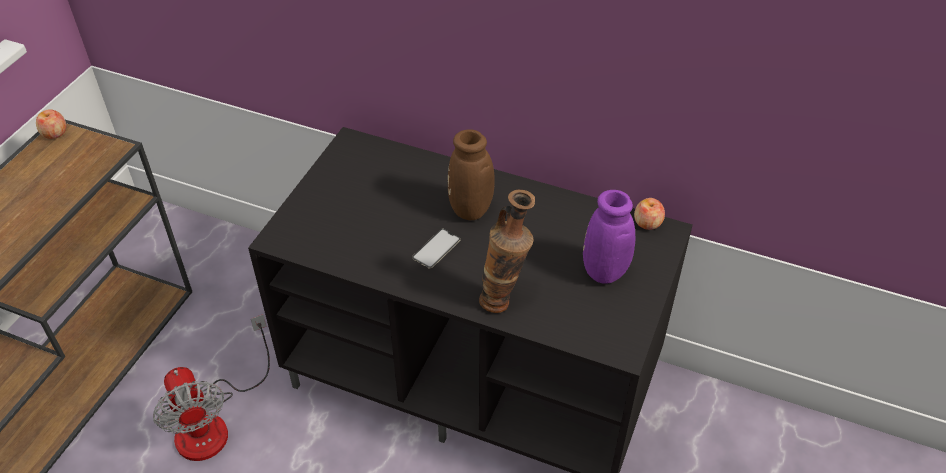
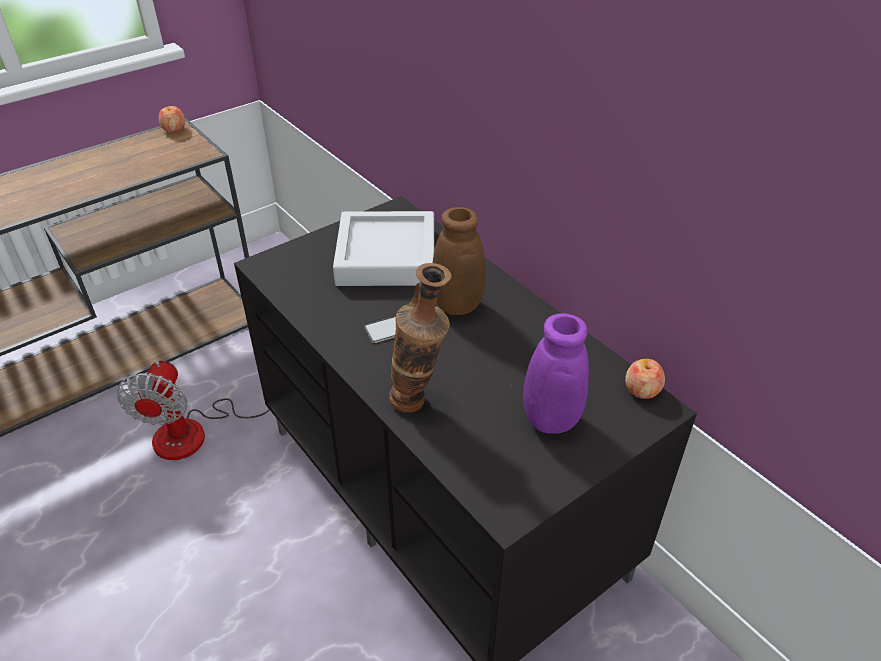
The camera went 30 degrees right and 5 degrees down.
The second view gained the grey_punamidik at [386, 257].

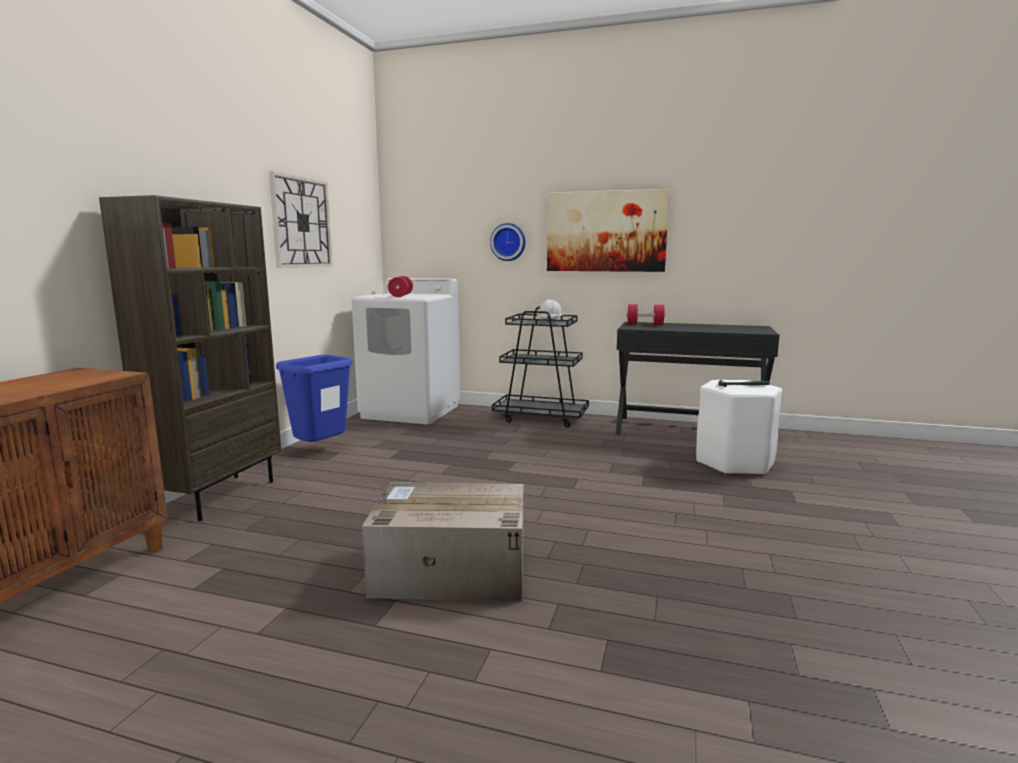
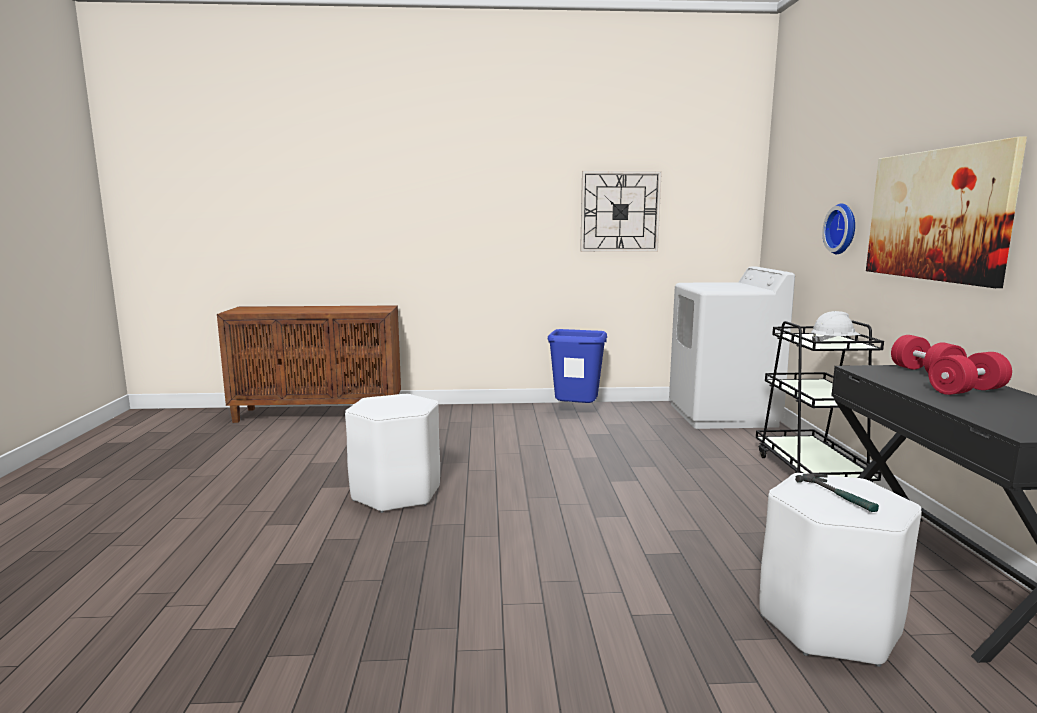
The camera went 70 degrees right and 0 degrees up.
The second view lost the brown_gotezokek at [219, 496].
Where the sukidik stood at [448, 570], the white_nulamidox came to stand at [396, 493].
The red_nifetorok ended up elsewhere, having gone from [401, 296] to [967, 391].

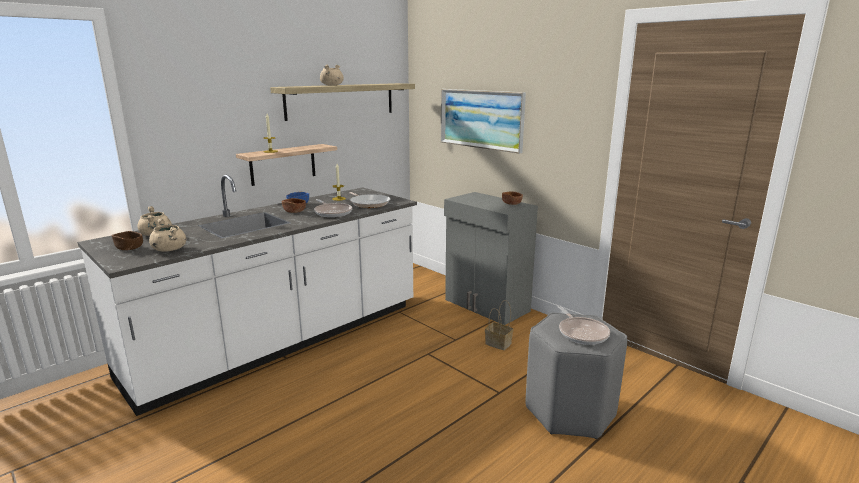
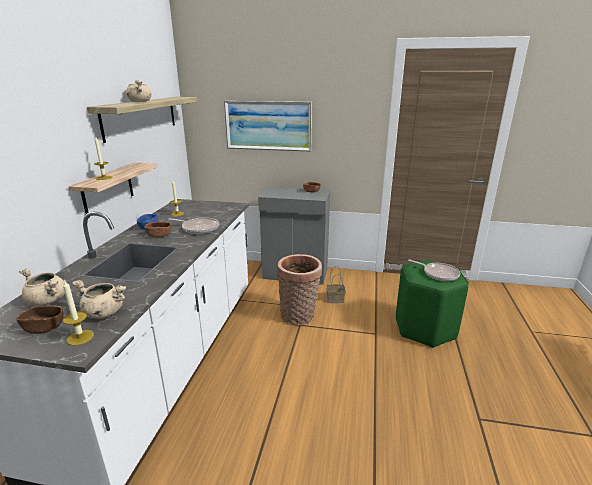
The camera went 35 degrees left and 5 degrees up.
The second view lost the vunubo at [369, 203].
What was the grey_nulamidox at [571, 412] turned into the green_nulamidox at [425, 328].
The second view gained the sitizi at [80, 337].
The second view gained the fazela at [299, 316].

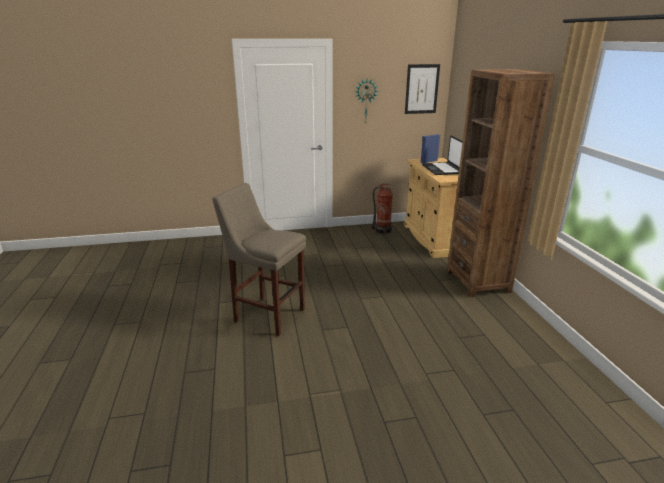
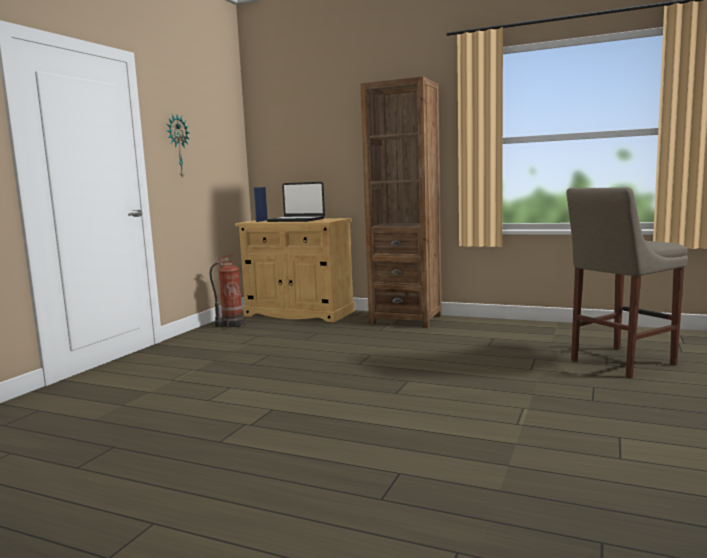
The camera went 55 degrees left and 15 degrees down.
The beige_nulamidox ended up elsewhere, having gone from [267, 314] to [618, 363].
The second view lost the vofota at [422, 89].

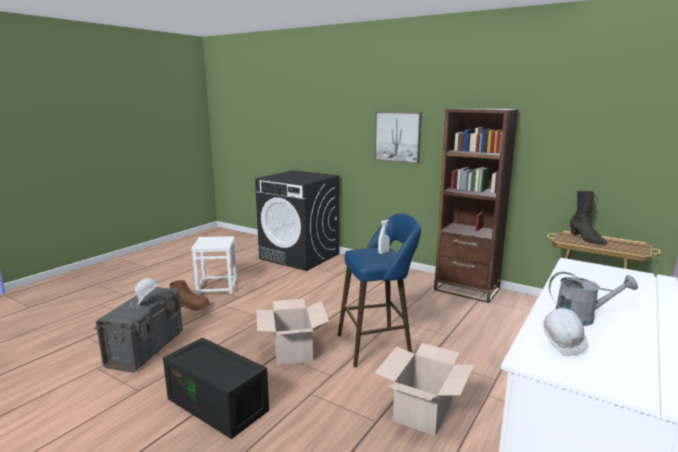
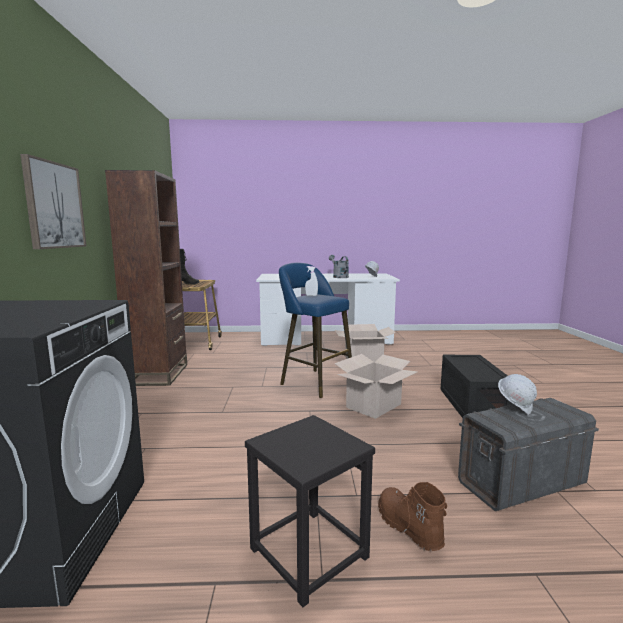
The camera went 125 degrees left and 5 degrees down.
What was the white_nulamidox at [217, 287] turned into the black_nulamidox at [308, 553].

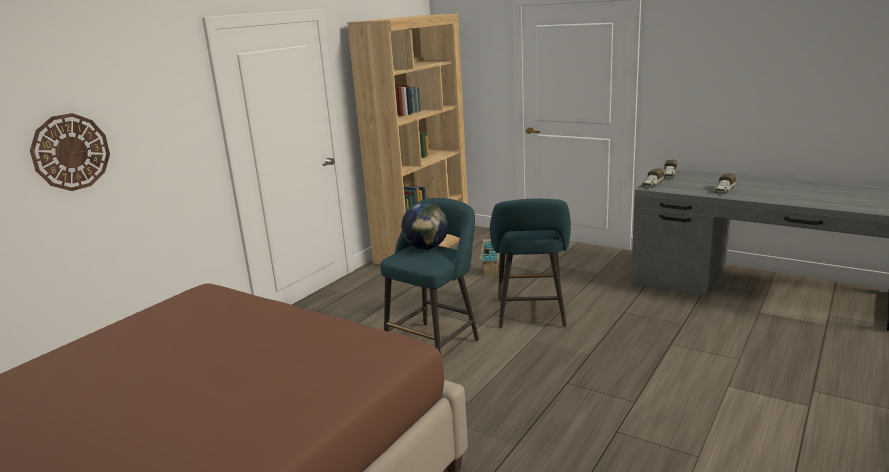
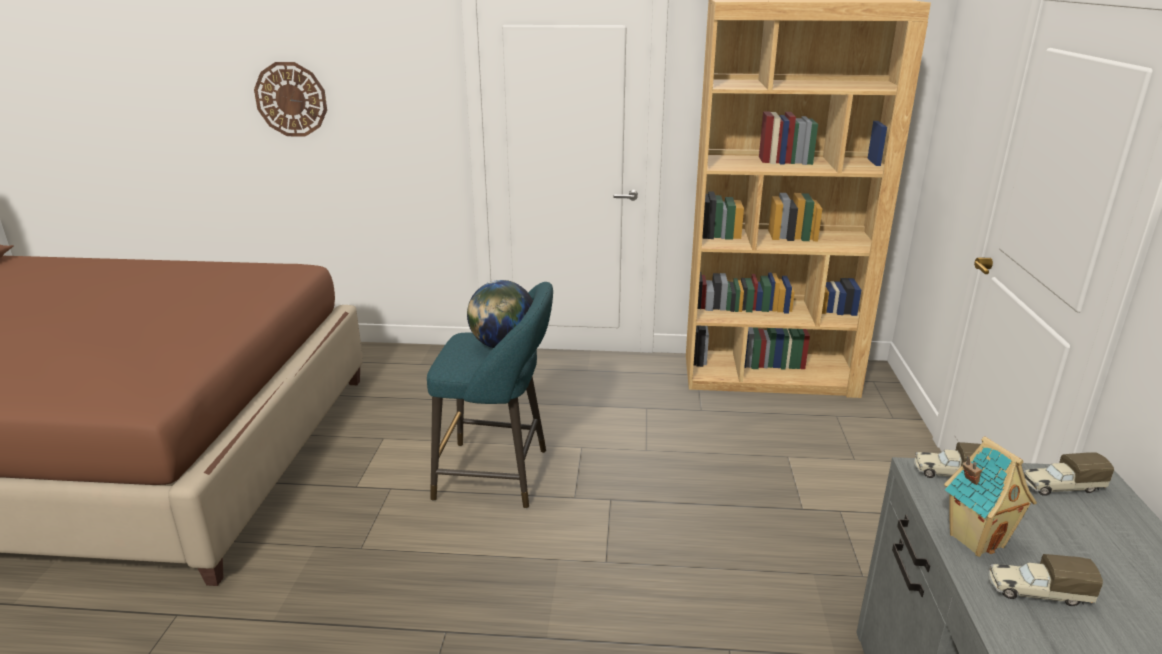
The camera went 60 degrees right and 5 degrees up.
The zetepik ended up elsewhere, having gone from [490, 273] to [975, 539].
The second view lost the turquoise_nulamidox at [531, 315].

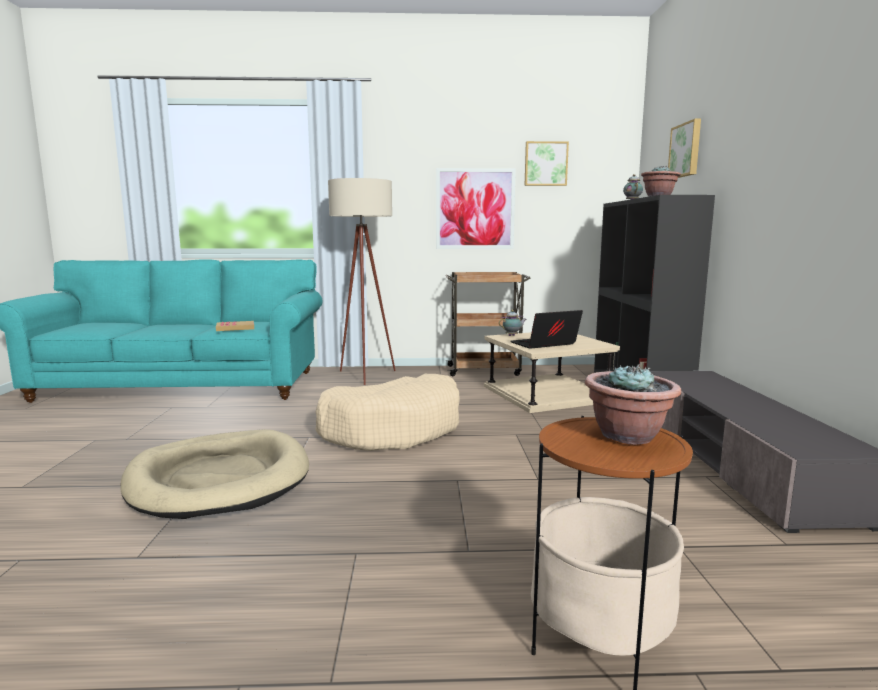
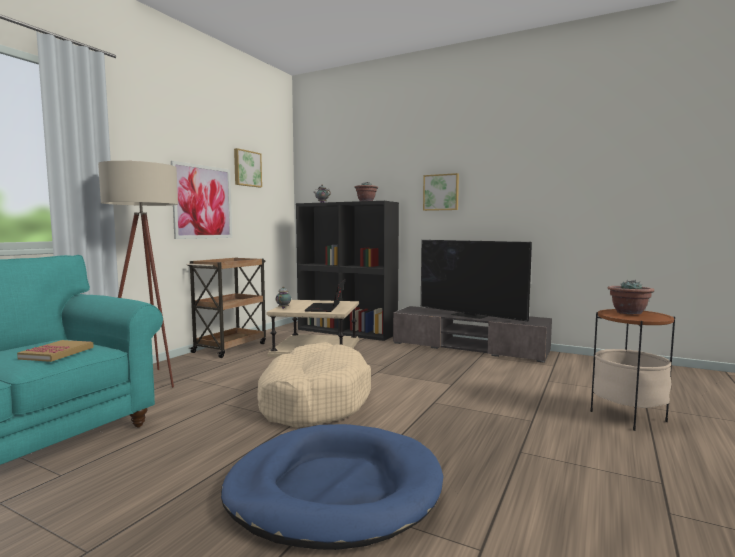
The camera went 60 degrees left and 5 degrees down.
What was the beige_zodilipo at [219, 479] turned into the blue_zodilipo at [334, 489].
The vofota ended up elsewhere, having gone from [686, 150] to [441, 192].
The second view gained the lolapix at [470, 315].

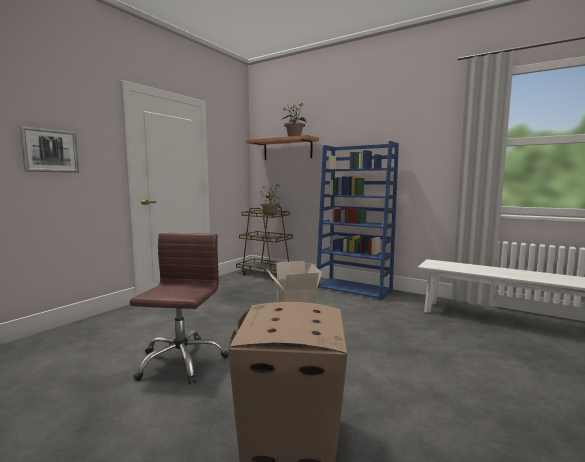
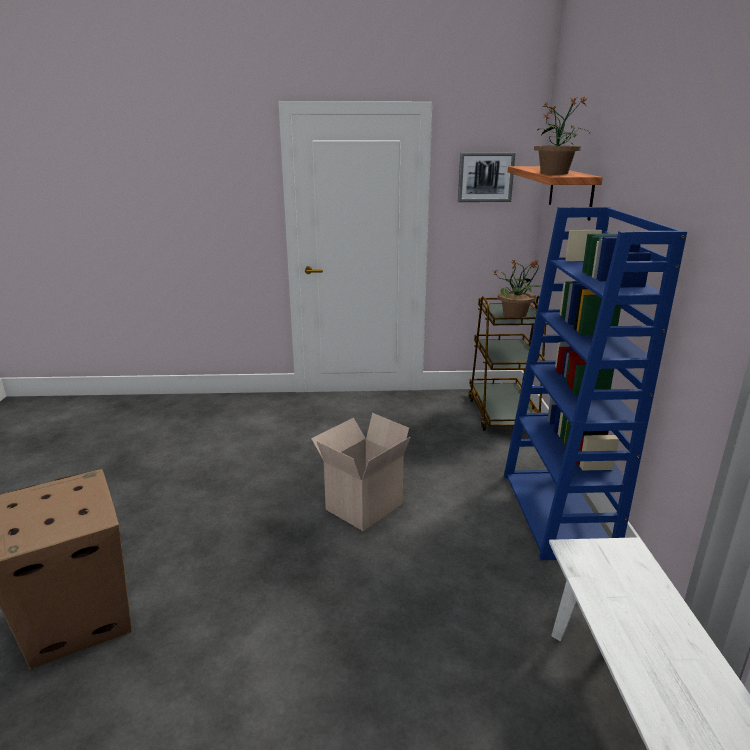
The camera went 55 degrees right and 15 degrees up.
The vofota ended up elsewhere, having gone from [50, 151] to [485, 177].
The second view lost the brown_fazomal at [181, 361].

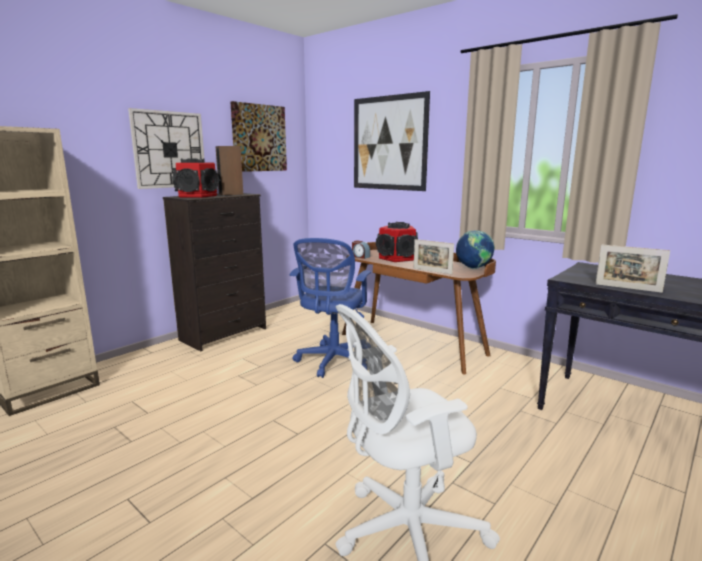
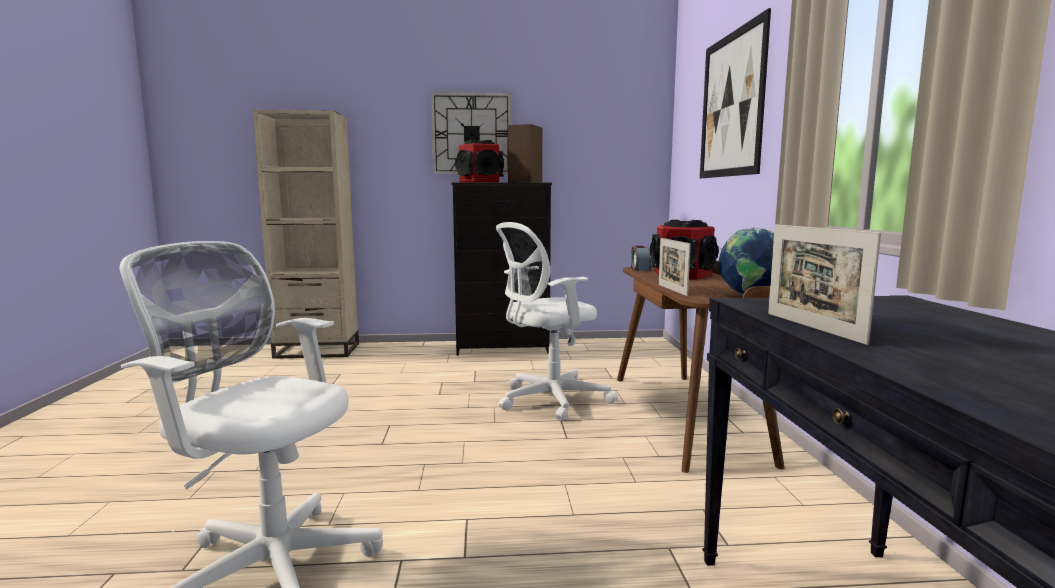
The camera went 45 degrees right and 5 degrees down.
The second view lost the vofota at [259, 138].
What was the blue_fazomal at [333, 361] turned into the white_fazomal at [548, 400].

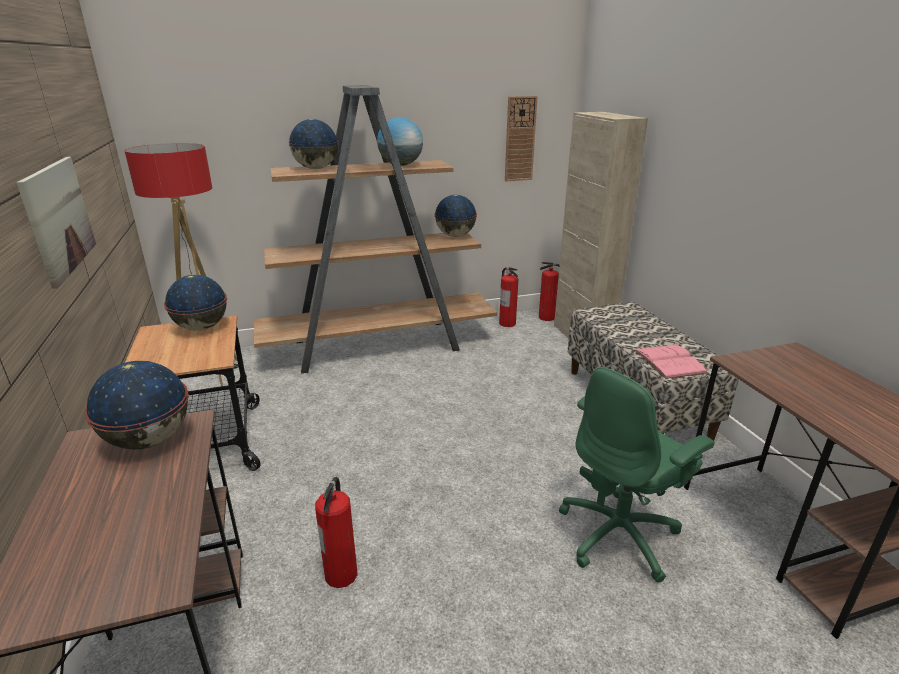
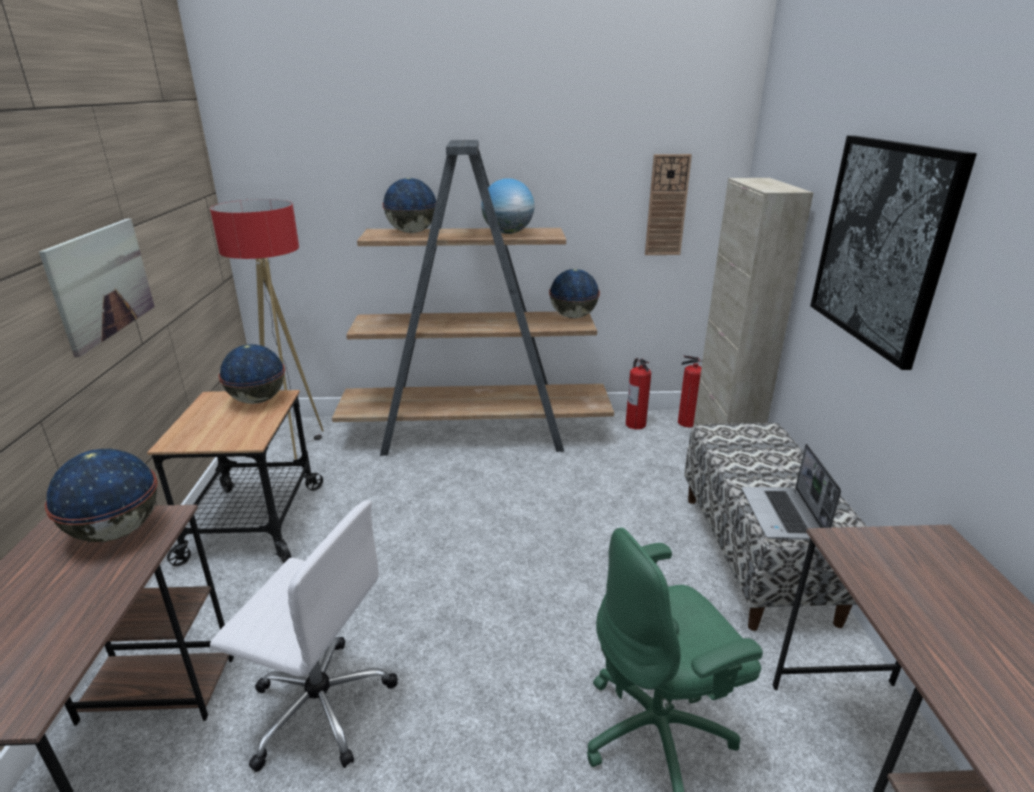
The camera went 15 degrees right and 0 degrees up.
Where the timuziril stood at [341, 573], the white_fazomal came to stand at [319, 705].
Where the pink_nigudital stood at [669, 361], the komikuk came to stand at [784, 515].
The second view gained the vofota at [881, 244].

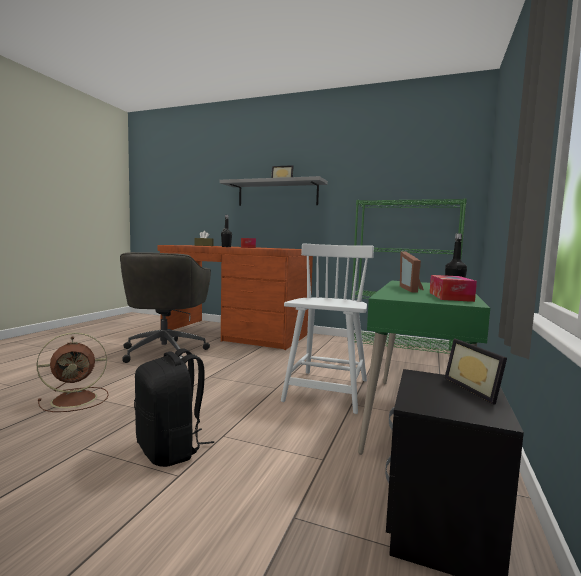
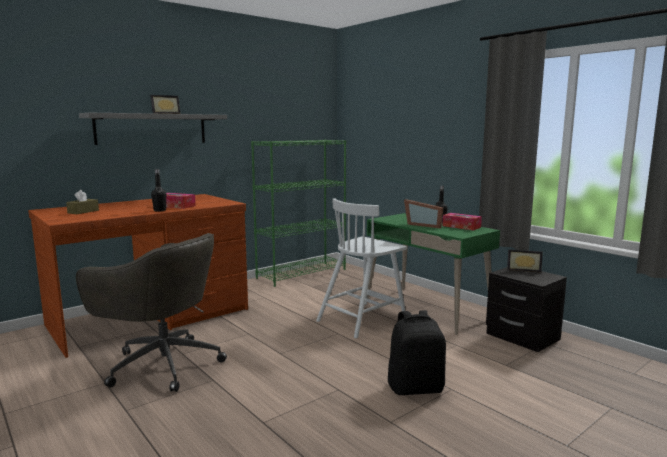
The camera went 60 degrees left and 5 degrees up.
The second view lost the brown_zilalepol at [76, 399].
The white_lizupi at [327, 391] ended up facing another way, 90 degrees counterclockwise from before.

